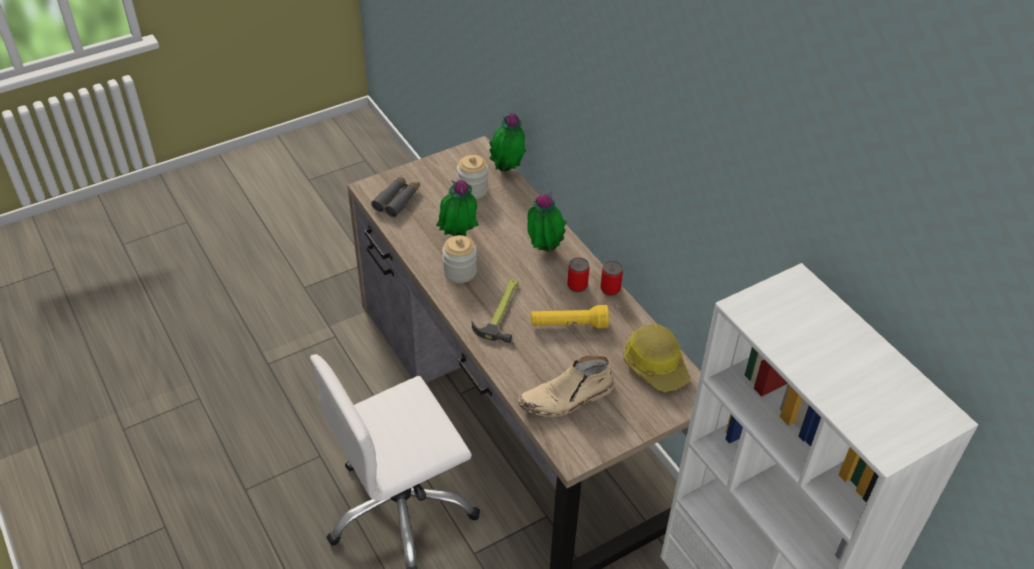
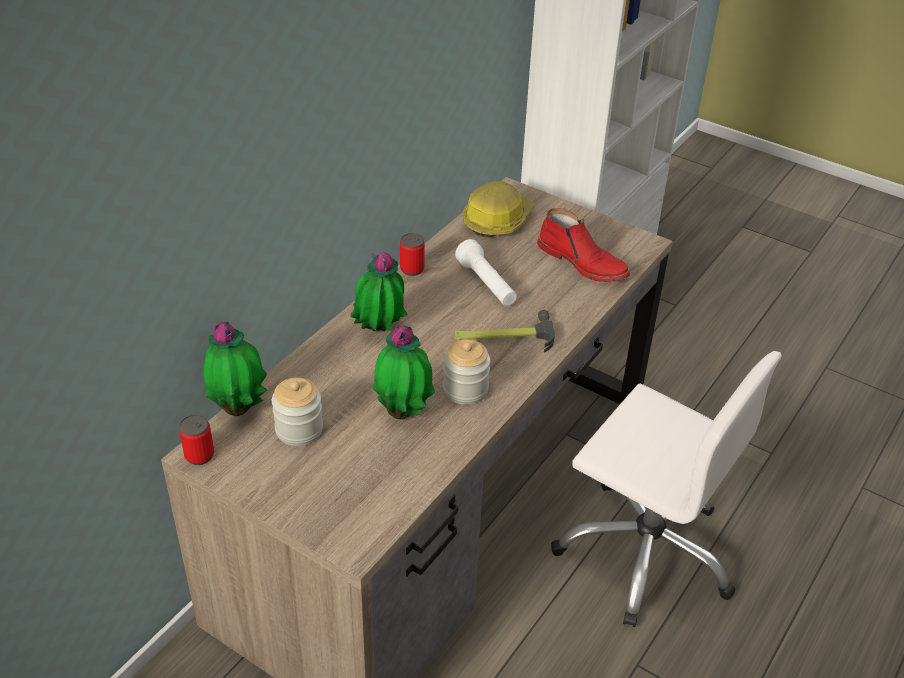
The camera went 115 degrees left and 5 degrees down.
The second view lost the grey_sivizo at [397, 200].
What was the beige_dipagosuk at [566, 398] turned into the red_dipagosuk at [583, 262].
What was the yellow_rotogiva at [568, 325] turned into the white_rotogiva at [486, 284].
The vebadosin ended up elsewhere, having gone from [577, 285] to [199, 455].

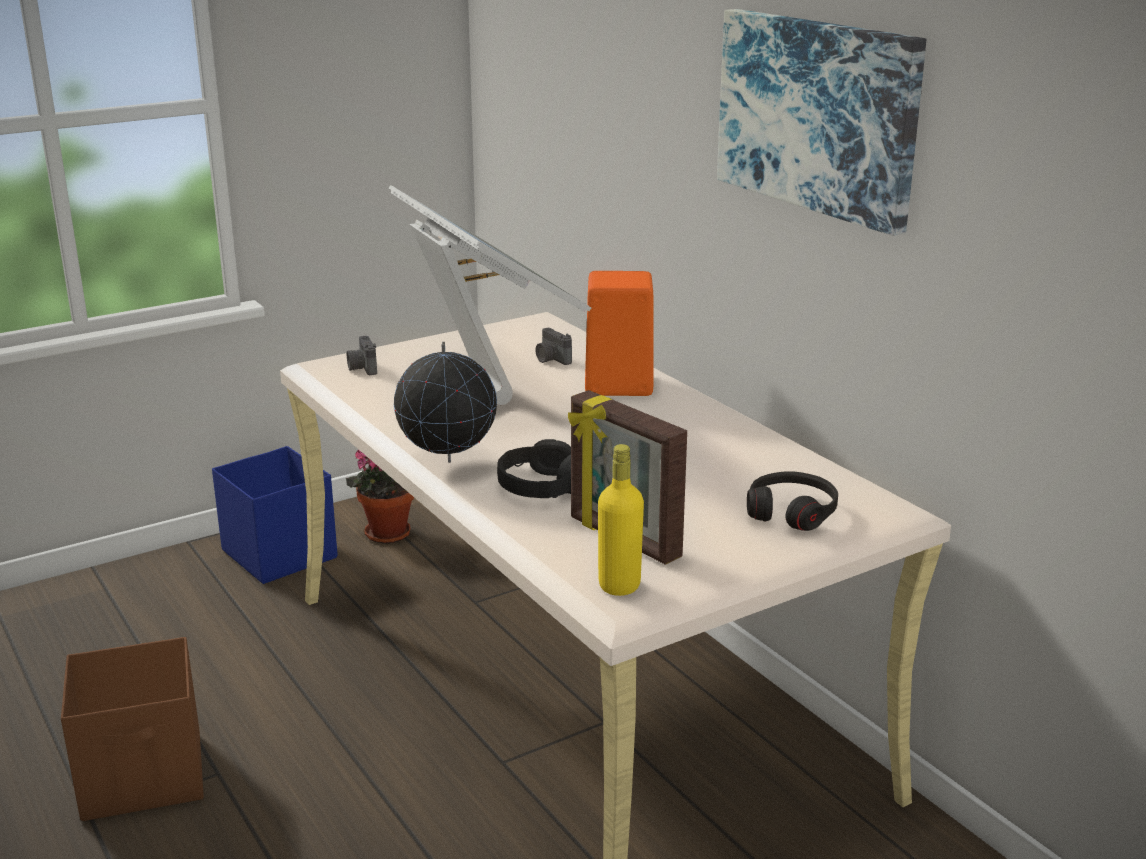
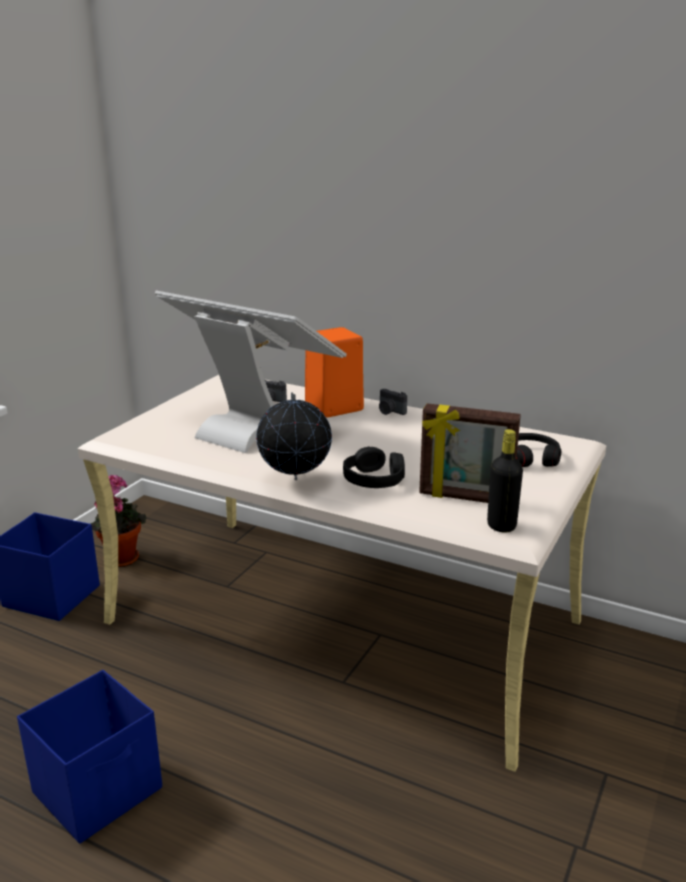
The camera went 30 degrees left and 0 degrees up.
What was the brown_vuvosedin at [145, 777] turned into the blue_vuvosedin at [99, 790].
The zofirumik ended up elsewhere, having gone from [362, 368] to [390, 411].
What was the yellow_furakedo at [619, 585] turned into the black_furakedo at [501, 526].
The second view lost the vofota at [818, 115].

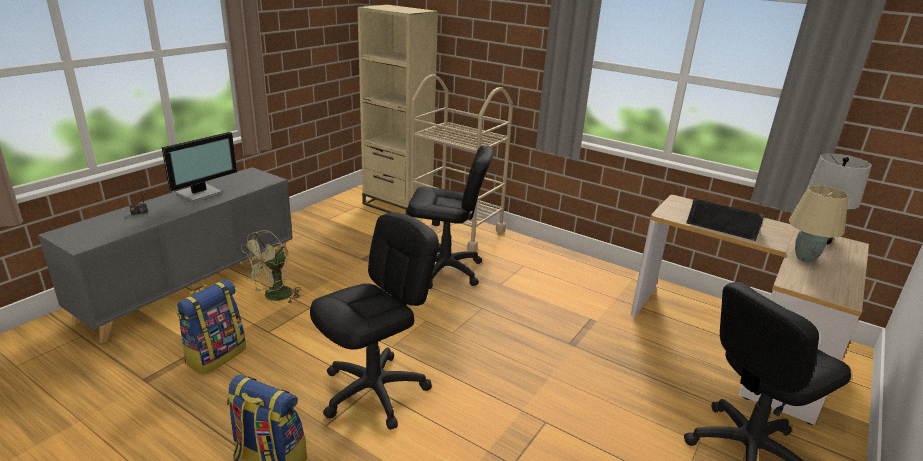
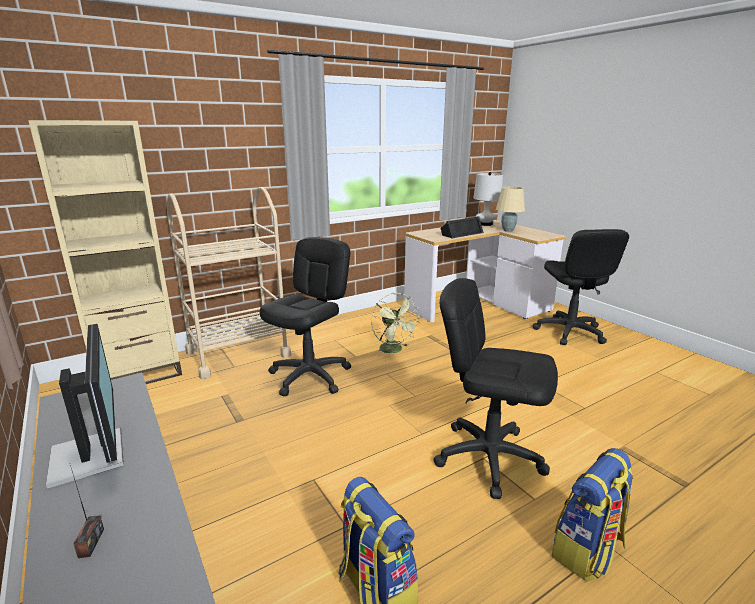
The camera went 65 degrees left and 5 degrees down.
The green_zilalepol ended up elsewhere, having gone from [274, 297] to [394, 350].
The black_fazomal at [374, 391] ended up facing another way, 45 degrees counterclockwise from before.

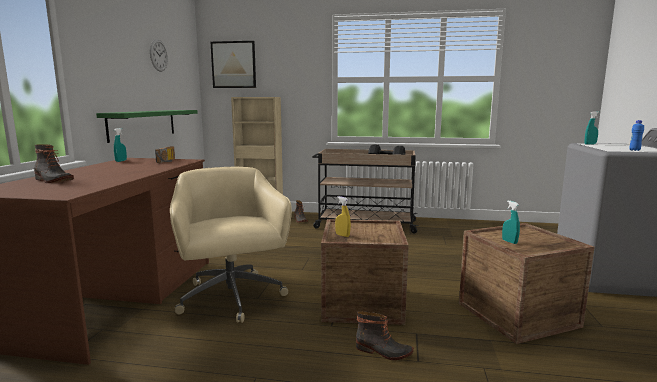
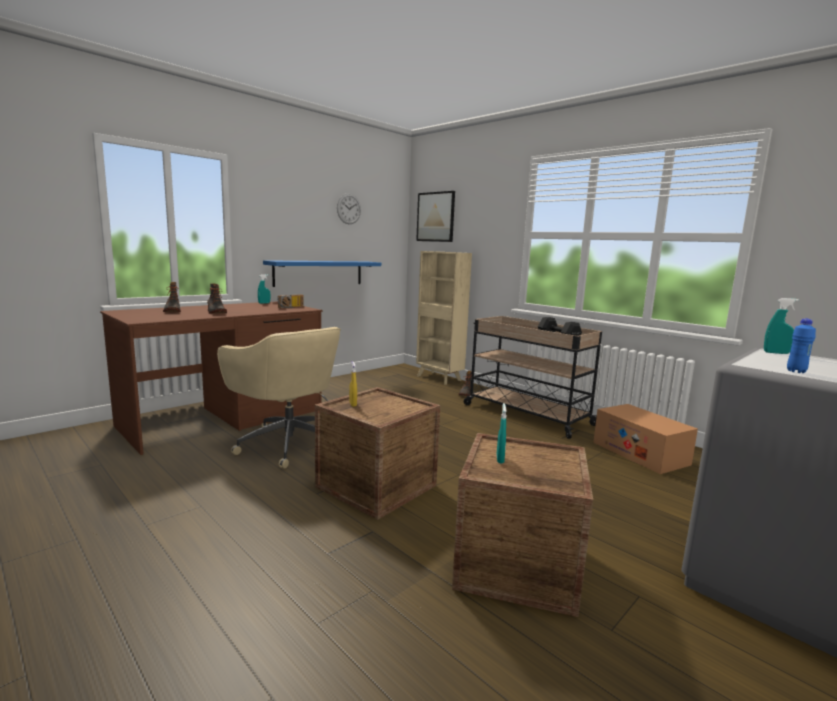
The camera went 35 degrees right and 0 degrees up.
What was the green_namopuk at [143, 124] turned into the blue_namopuk at [319, 273].
The beige_fazomal at [232, 298] ended up facing another way, 120 degrees clockwise from before.
The dipagosuk ended up elsewhere, having gone from [383, 352] to [215, 312].
The second view gained the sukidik at [640, 453].

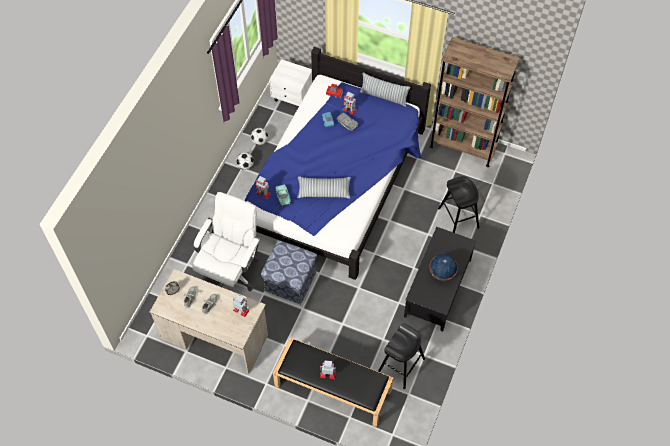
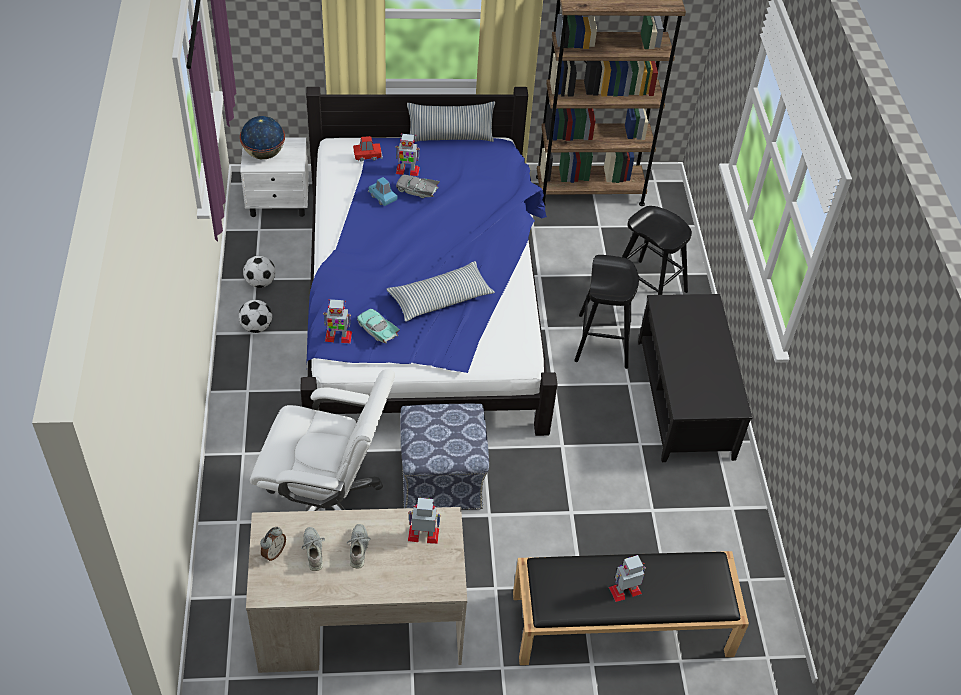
The camera went 30 degrees left and 10 degrees down.
The white_fazomal at [231, 271] ended up facing another way, 105 degrees clockwise from before.
The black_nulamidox ended up elsewhere, having gone from [401, 365] to [603, 341].
The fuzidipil ended up elsewhere, having gone from [442, 274] to [264, 154].

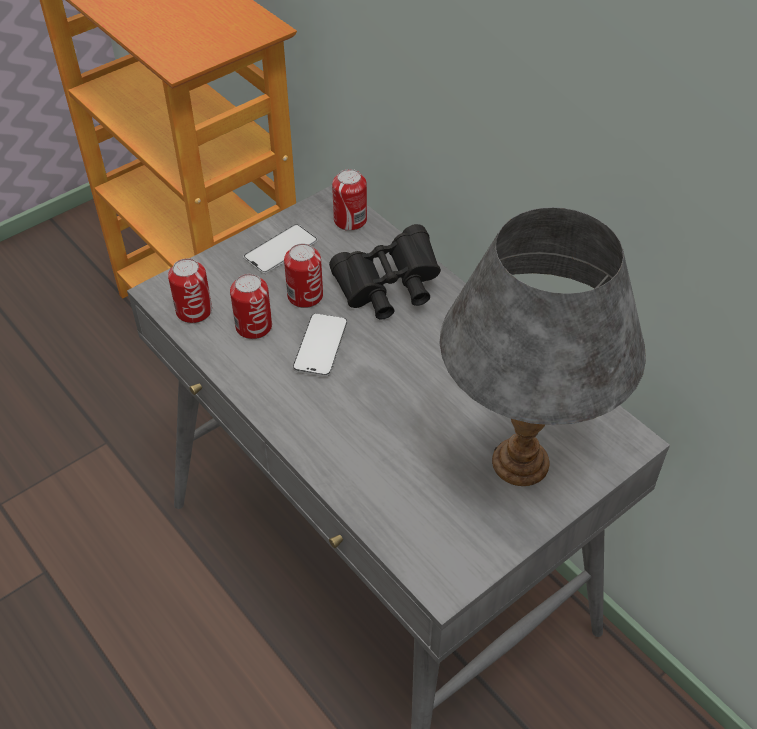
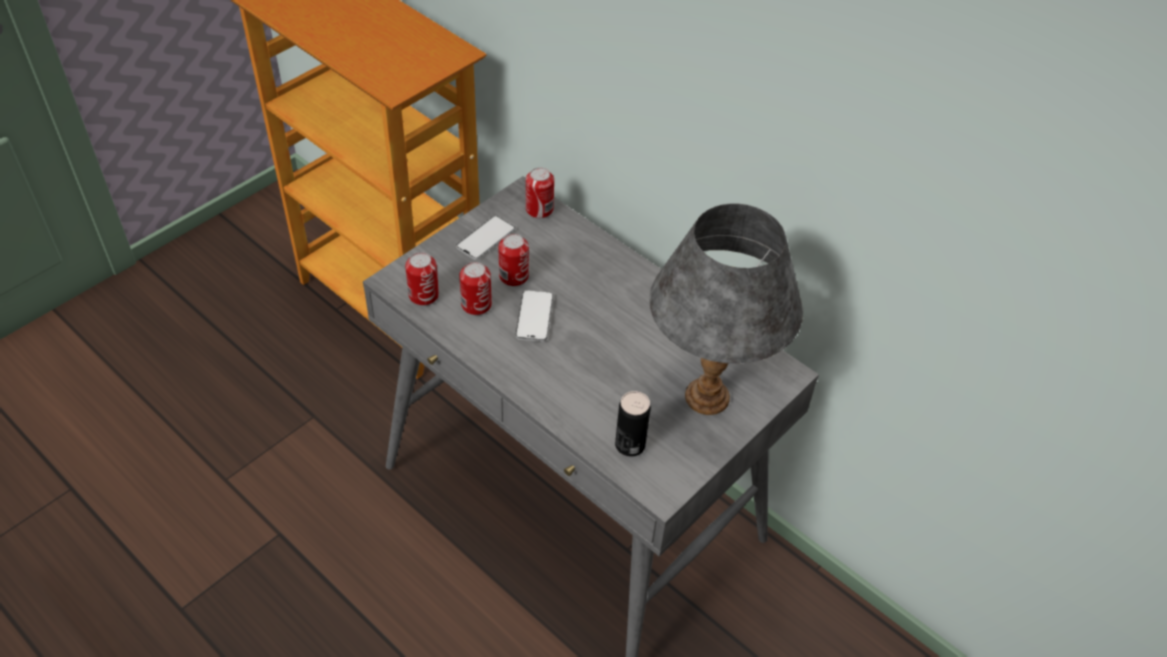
The camera went 10 degrees left and 0 degrees up.
The second view lost the black_sivizo at [388, 289].
The second view gained the vebadosin at [630, 445].

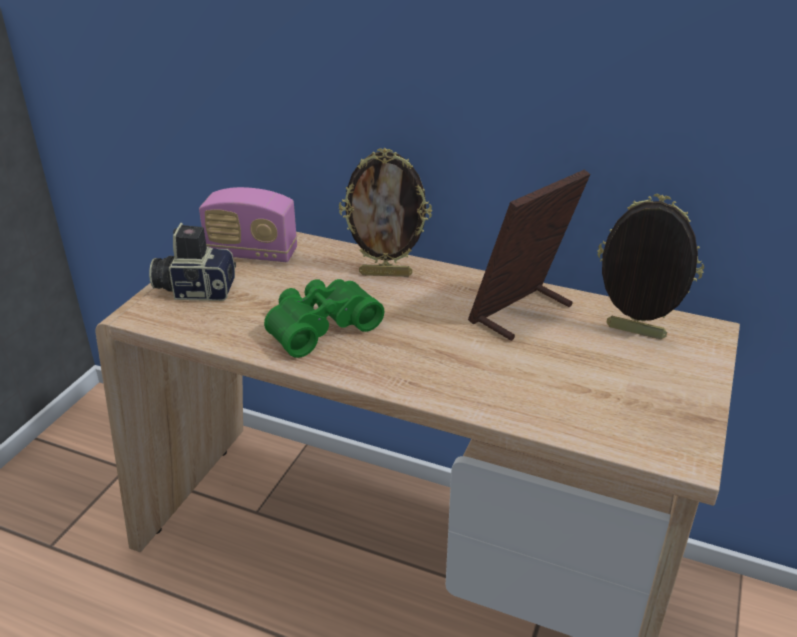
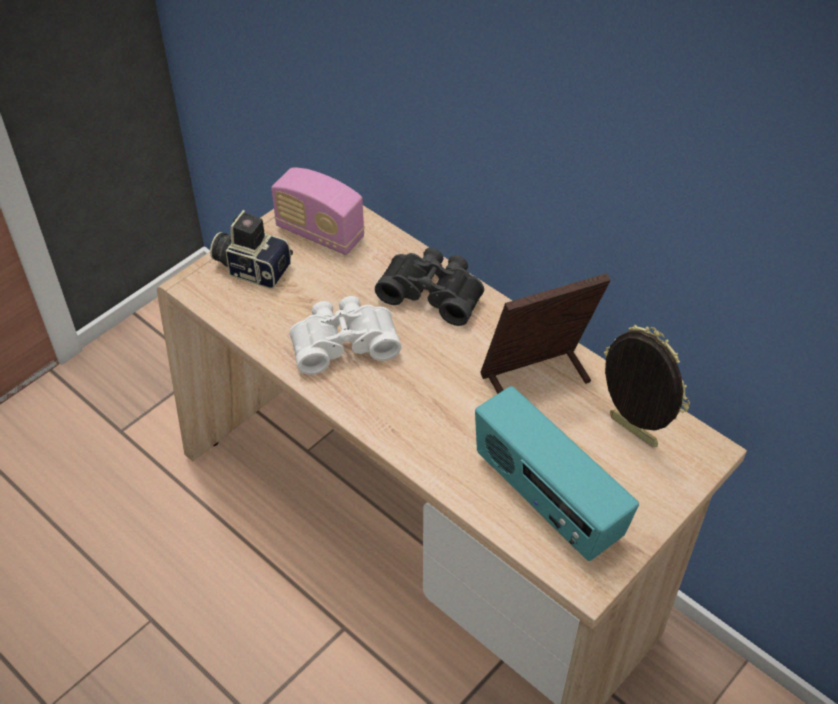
The camera went 20 degrees right and 15 degrees up.
What was the green_sivizo at [320, 326] turned into the white_sivizo at [343, 342].
Where the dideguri stood at [386, 274], the black_sivizo came to stand at [433, 293].
The second view gained the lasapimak at [545, 500].

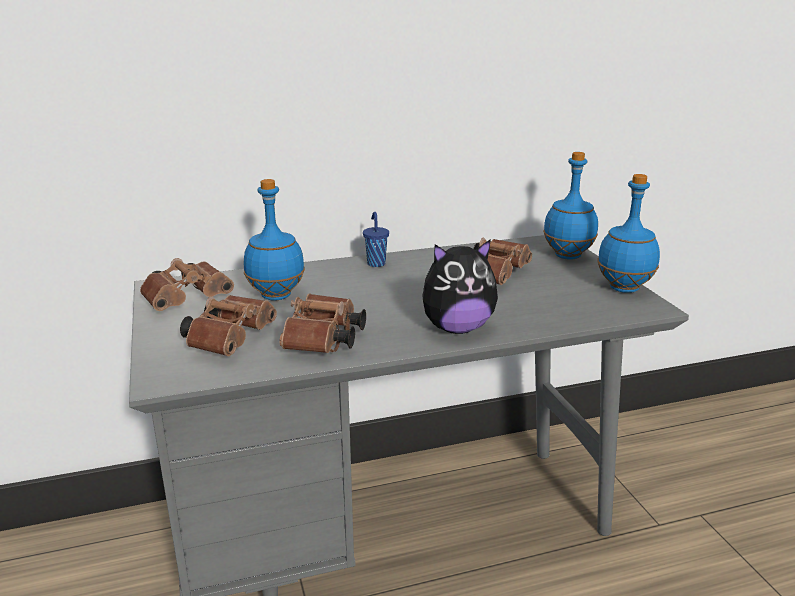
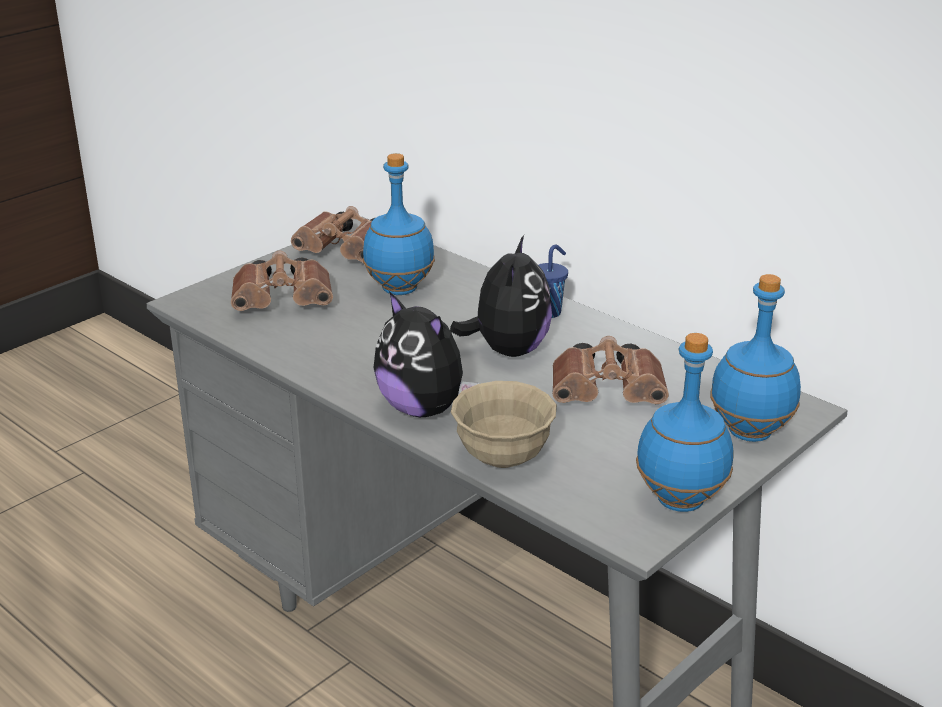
The camera went 60 degrees right and 5 degrees up.
The second view lost the brown_sivizo at [323, 341].
The second view gained the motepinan at [507, 350].
The second view gained the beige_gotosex at [503, 458].

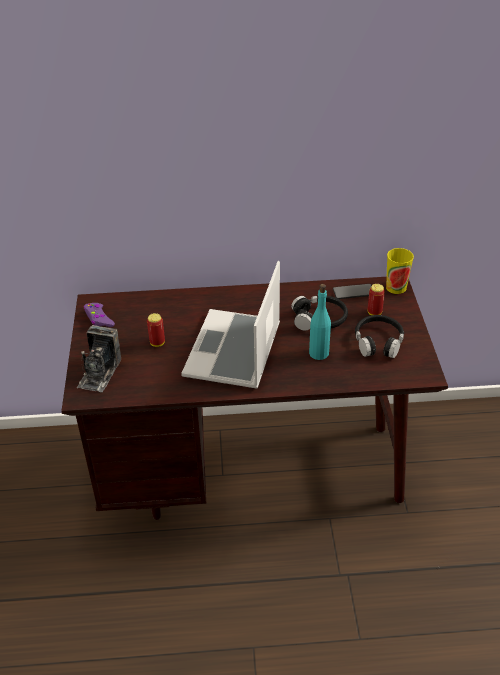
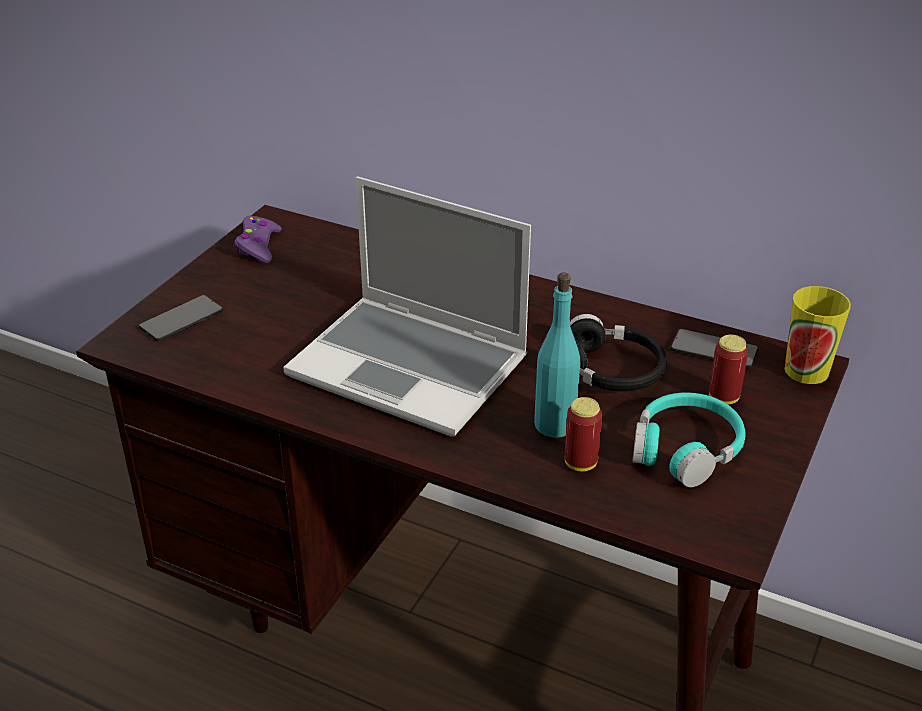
The camera went 30 degrees right and 5 degrees down.
Where the zofirumik stood at [100, 373], the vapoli came to stand at [181, 320].
The vebadosin ended up elsewhere, having gone from [157, 343] to [580, 463].
The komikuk at [234, 352] ended up facing another way, 105 degrees counterclockwise from before.
What was the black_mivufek at [378, 342] turned into the turquoise_mivufek at [685, 449].

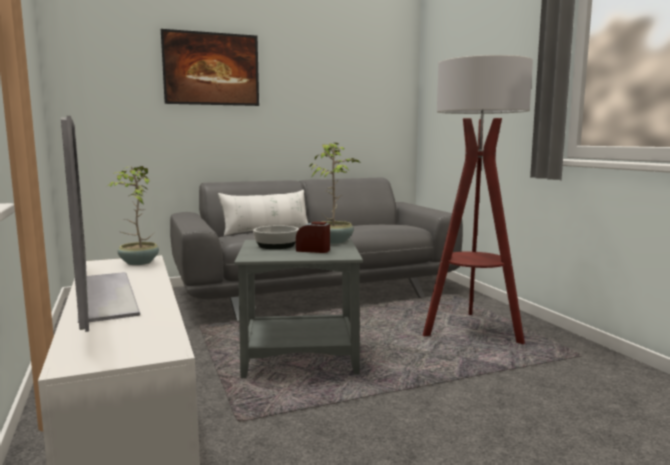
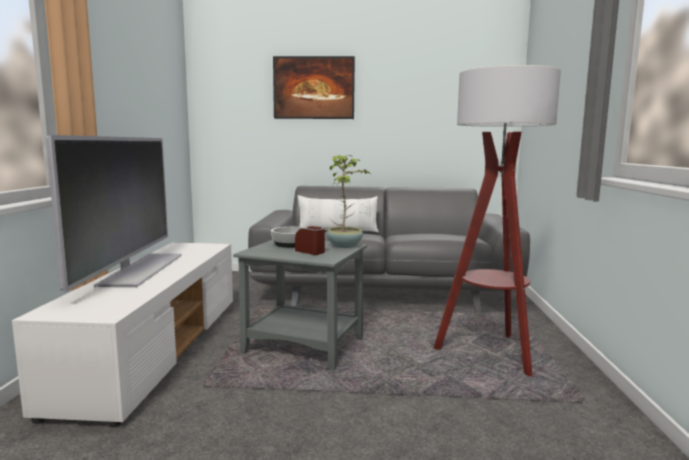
The camera went 25 degrees right and 0 degrees up.
The second view lost the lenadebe at [138, 263].

